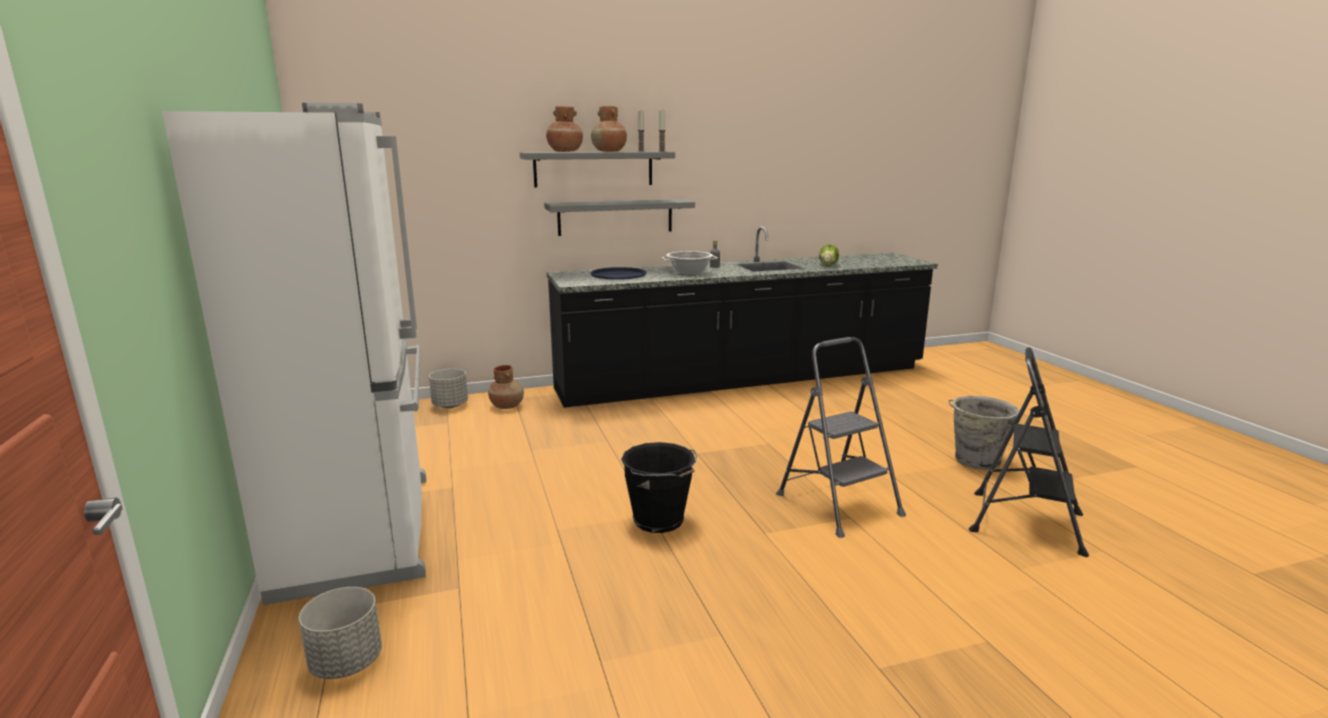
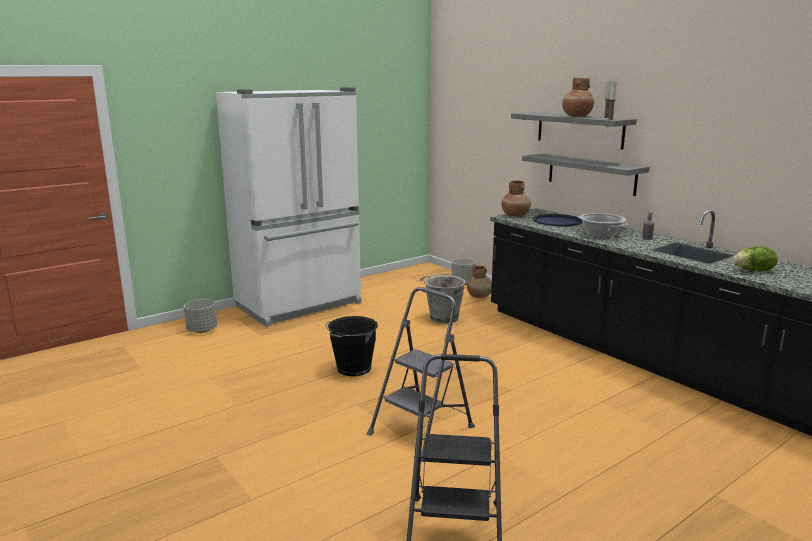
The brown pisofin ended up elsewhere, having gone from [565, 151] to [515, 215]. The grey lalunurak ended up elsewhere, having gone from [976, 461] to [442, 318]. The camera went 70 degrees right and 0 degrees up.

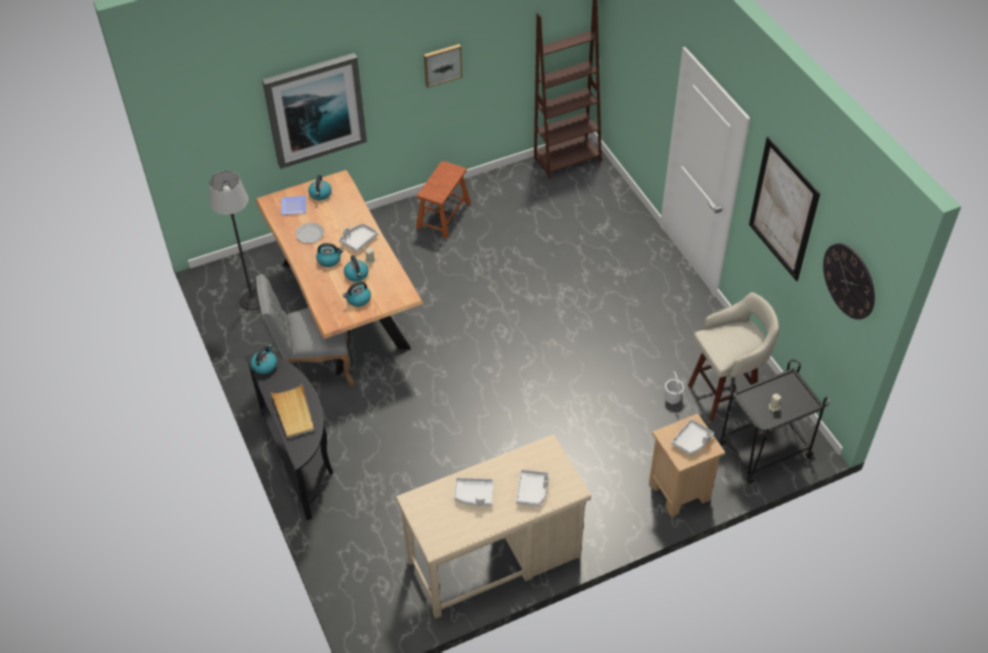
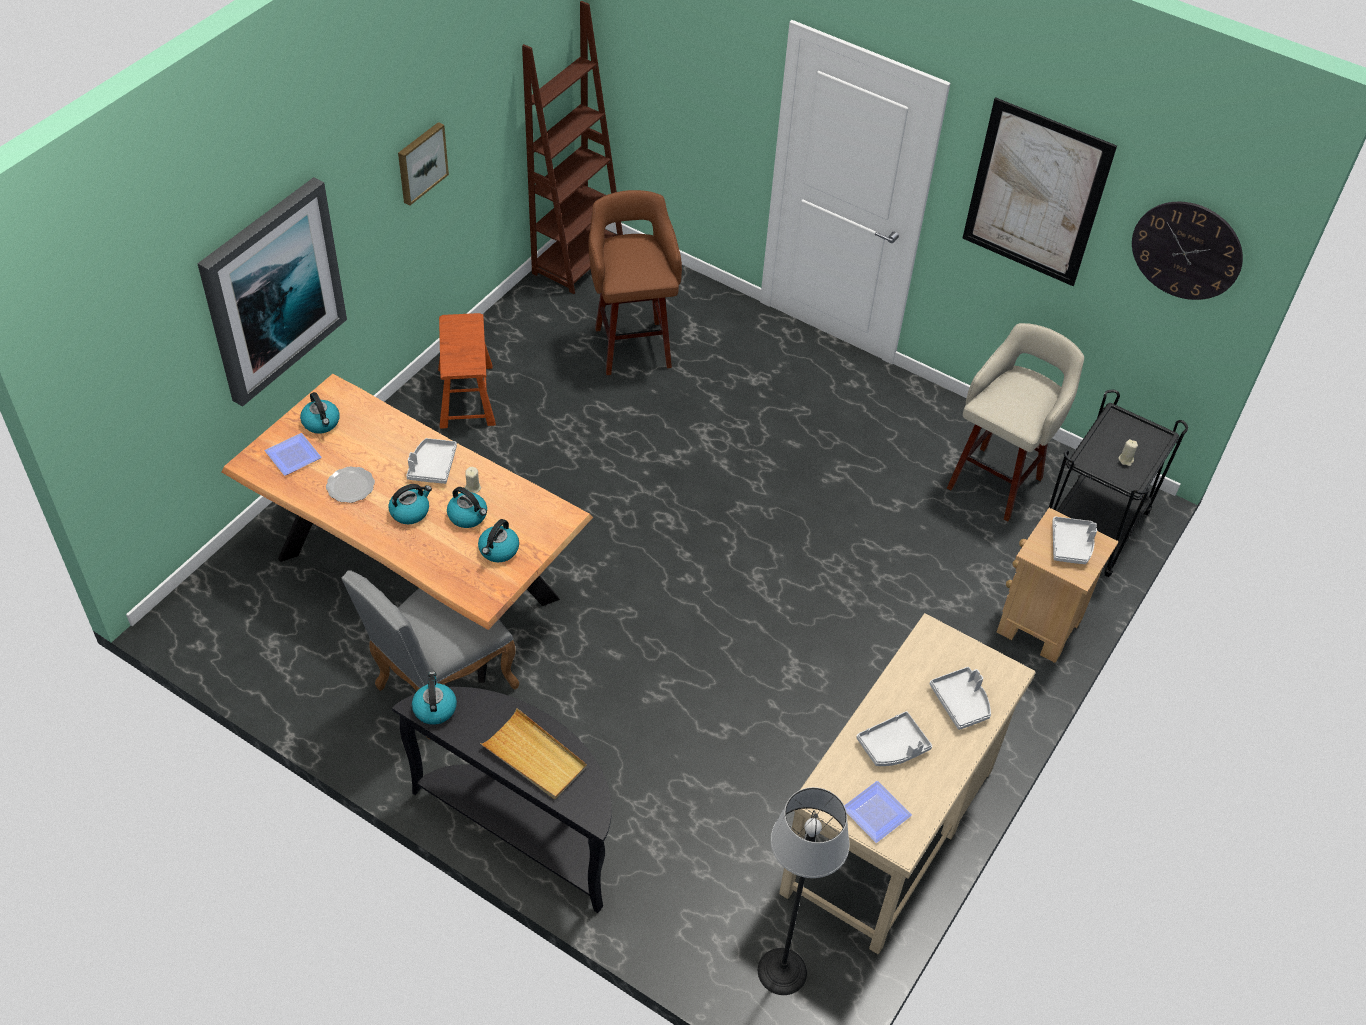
The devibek ended up elsewhere, having gone from [252, 300] to [782, 970]. The second view lost the white lalunurak at [673, 397]. The second view gained the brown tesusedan at [632, 345]. The second view gained the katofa at [873, 813]. The camera went 35 degrees left and 0 degrees up.

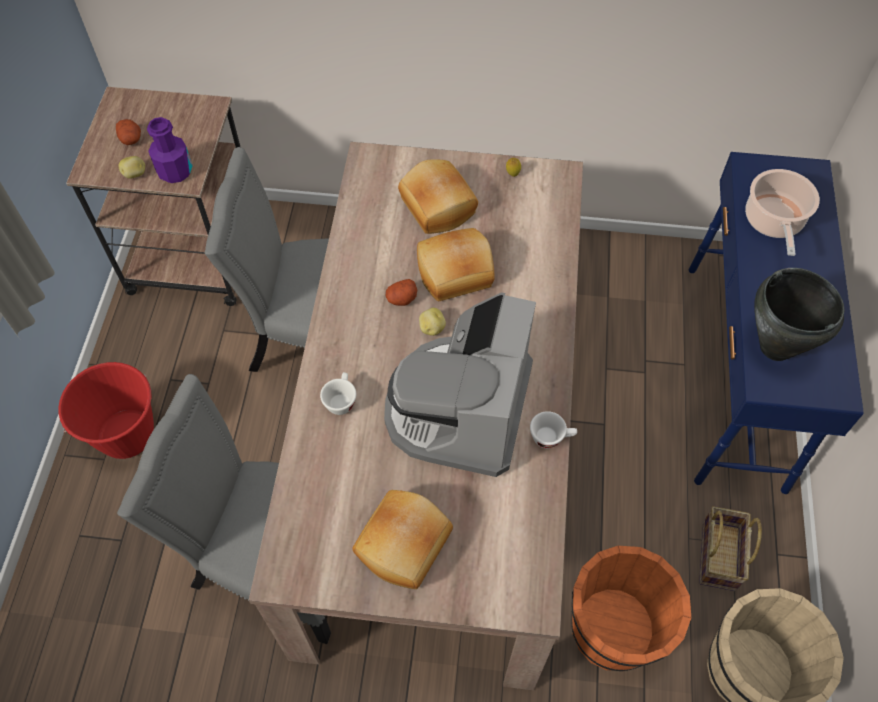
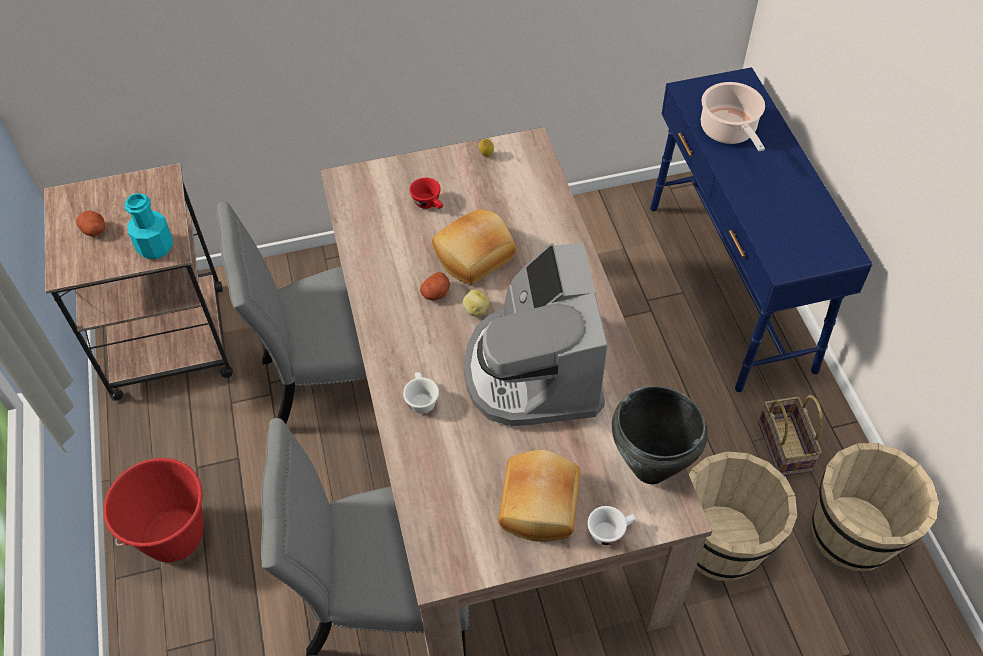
What was the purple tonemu at [175, 171] turned into the turquoise tonemu at [155, 247]. The second view lost the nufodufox at [135, 174]. Where the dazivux stood at [436, 207], the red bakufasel came to stand at [429, 204]. The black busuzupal ended up elsewhere, having gone from [775, 348] to [650, 469]. The white bakufasel ended up elsewhere, having gone from [551, 437] to [610, 531]. What was the orange lalunurak at [615, 629] turned into the beige lalunurak at [723, 542]. The camera went 20 degrees left and 5 degrees down.

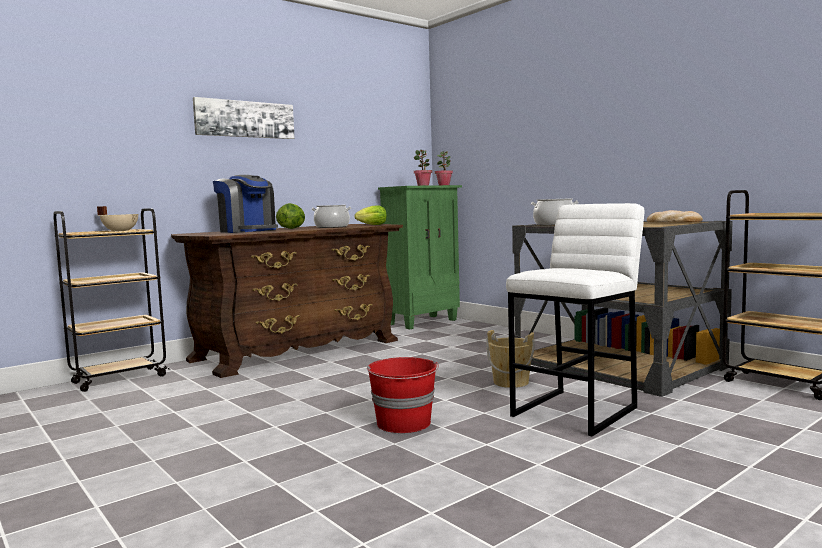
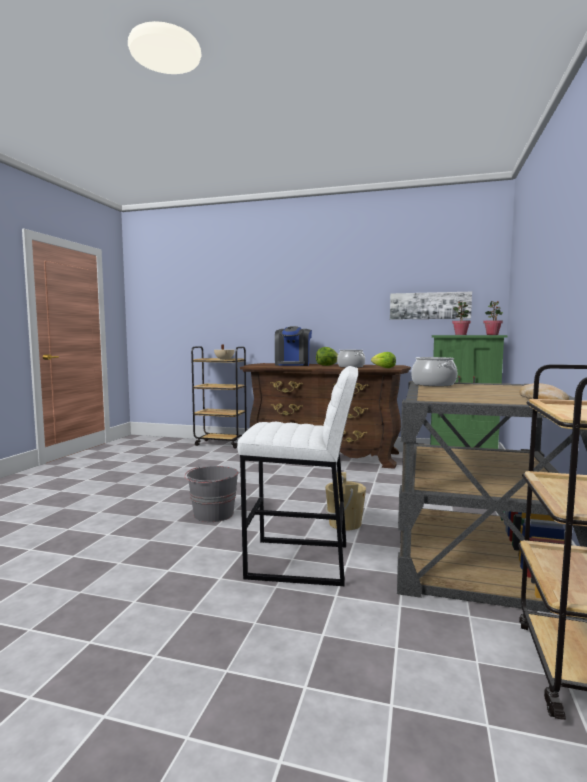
The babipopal ended up elsewhere, having gone from [245, 119] to [429, 306]. What was the red lalunurak at [404, 423] turned into the grey lalunurak at [213, 514]. The camera went 55 degrees right and 0 degrees up.

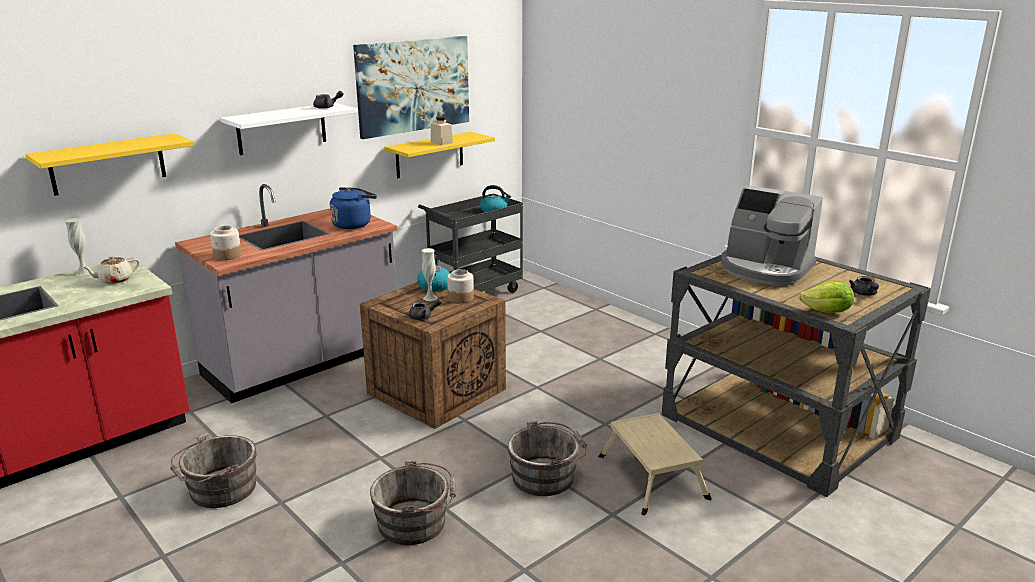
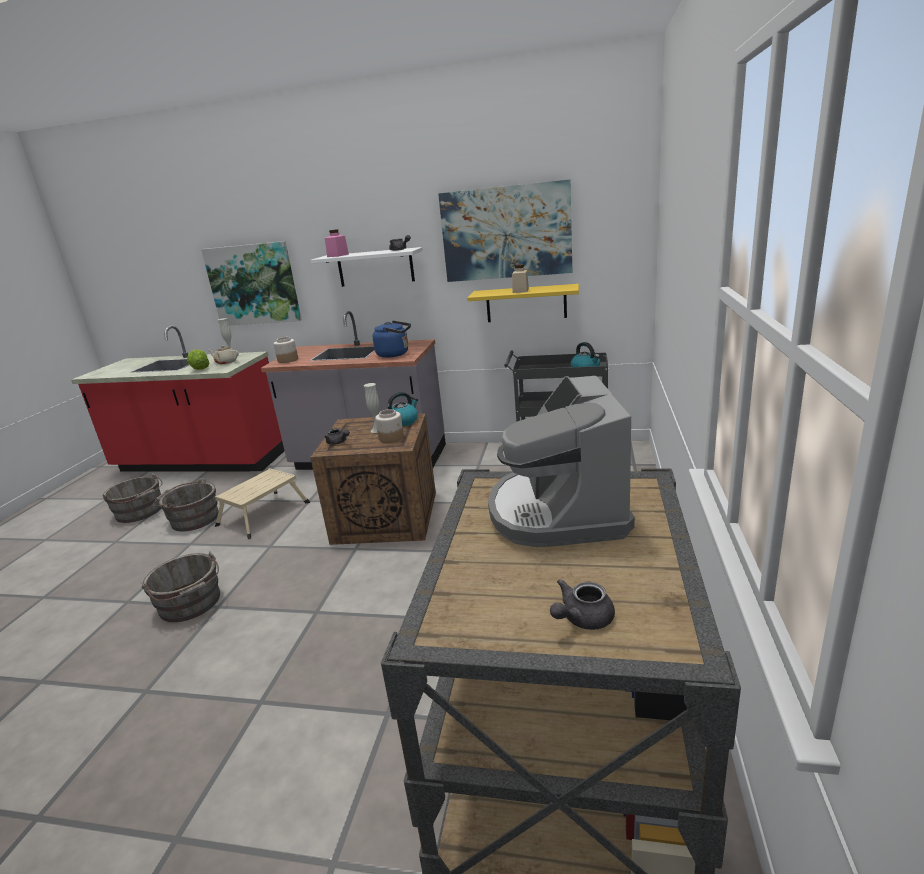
Where the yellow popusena hung at [108, 164], the babipopal came to hang at [253, 284]. The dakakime ended up elsewhere, having gone from [827, 312] to [200, 369]. The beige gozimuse ended up elsewhere, having gone from [652, 477] to [263, 514]. The grey lalunurak ended up elsewhere, having gone from [546, 477] to [141, 512]. The second view gained the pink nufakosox at [338, 255]. The camera went 55 degrees right and 0 degrees up.

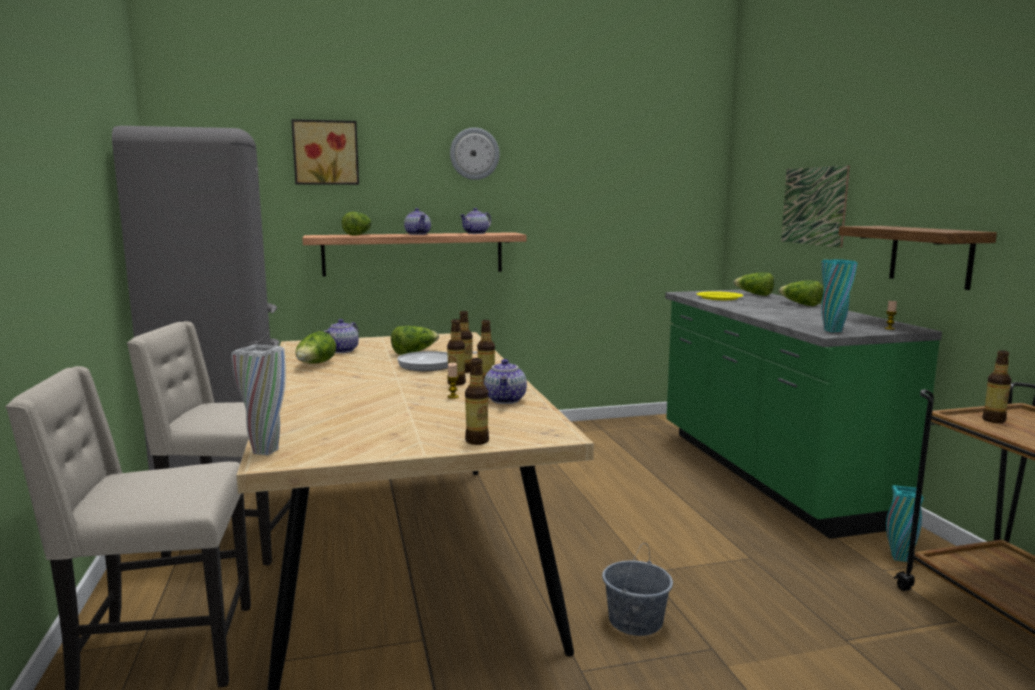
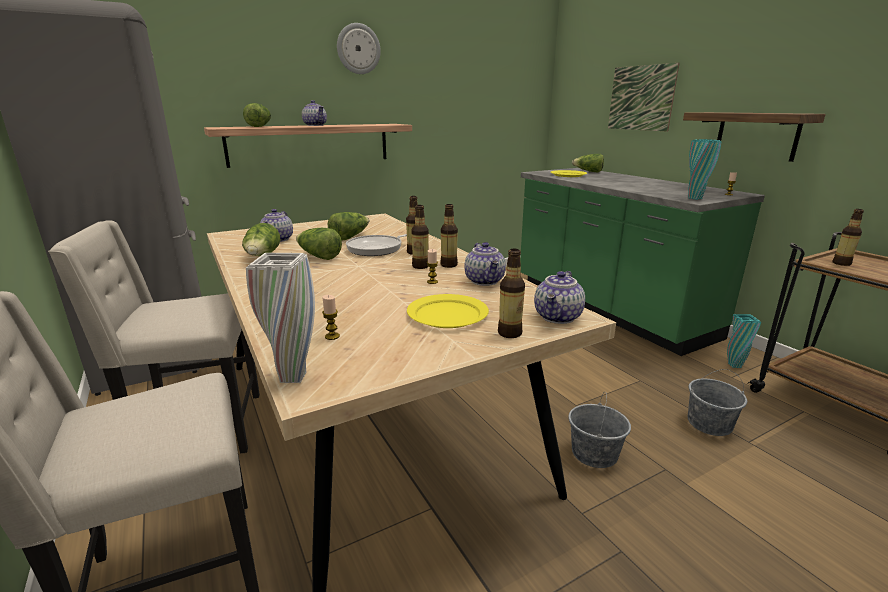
The second view lost the babipopal at [325, 152]. The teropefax ended up elsewhere, having gone from [476, 233] to [558, 317]. The dakakime ended up elsewhere, having gone from [800, 304] to [319, 256]. The second view gained the yellow katofa at [447, 315]. The second view gained the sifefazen at [332, 336]. The second view gained the grey lalunurak at [710, 423]. The camera went 15 degrees left and 10 degrees up.

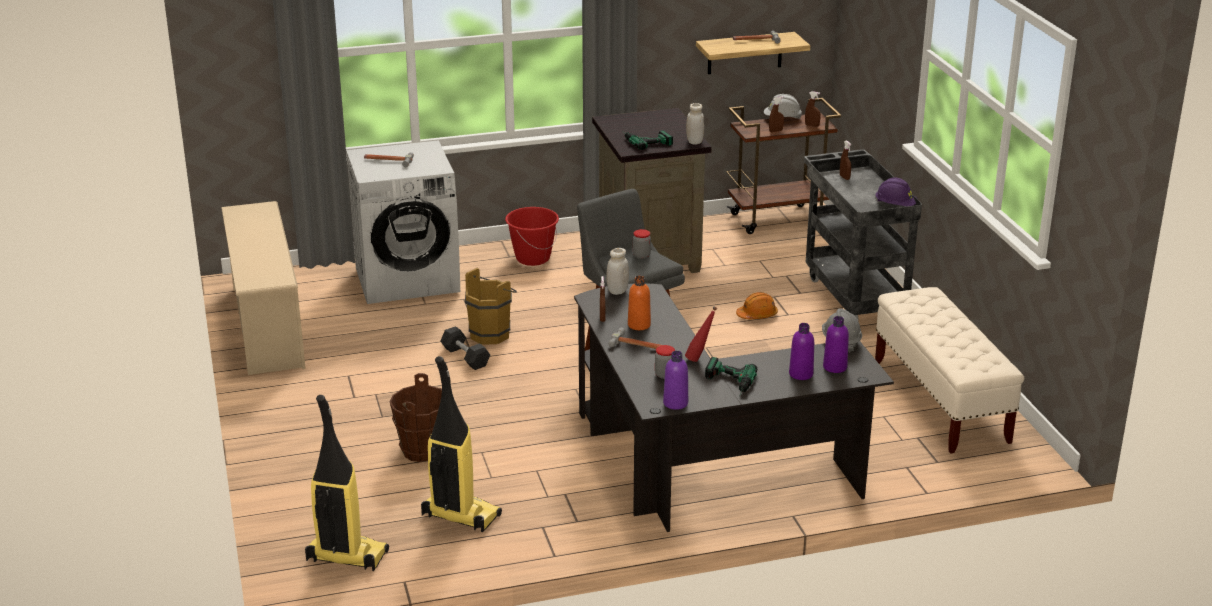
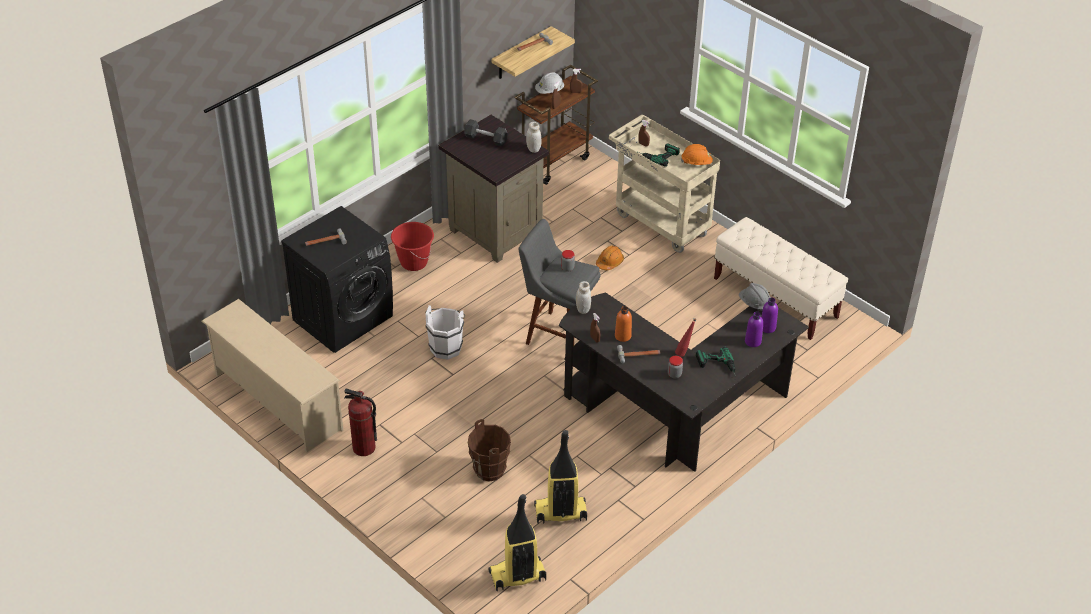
The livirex ended up elsewhere, having gone from [645, 140] to [657, 155]. What was the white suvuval at [408, 282] turned into the black suvuval at [343, 319]. What was the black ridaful at [851, 298] turned into the beige ridaful at [658, 224]. What was the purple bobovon at [895, 206] turned into the orange bobovon at [696, 162]. What was the brown lalunurak at [492, 333] turned into the white lalunurak at [446, 346]. The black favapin ended up elsewhere, having gone from [465, 357] to [486, 139]. The second view lost the purple tonemu at [675, 403]. The second view gained the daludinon at [364, 448]. The camera went 30 degrees left and 15 degrees up.

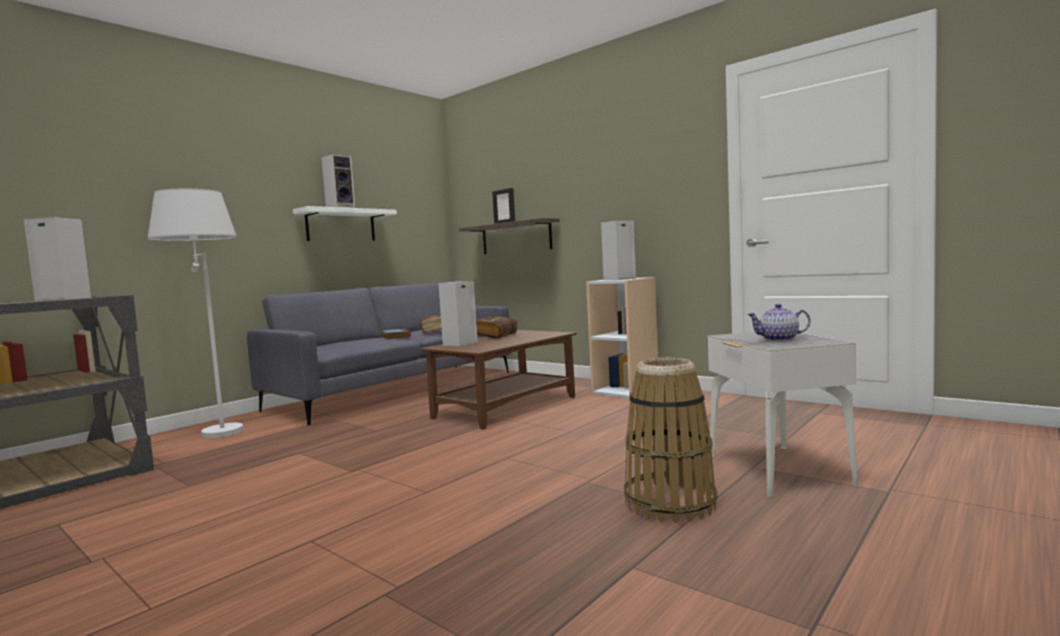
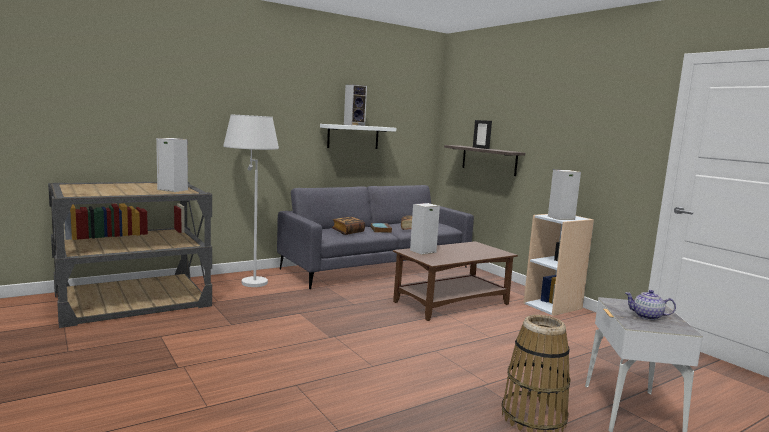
The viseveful ended up elsewhere, having gone from [496, 336] to [348, 232]. The camera went 15 degrees right and 5 degrees up.

